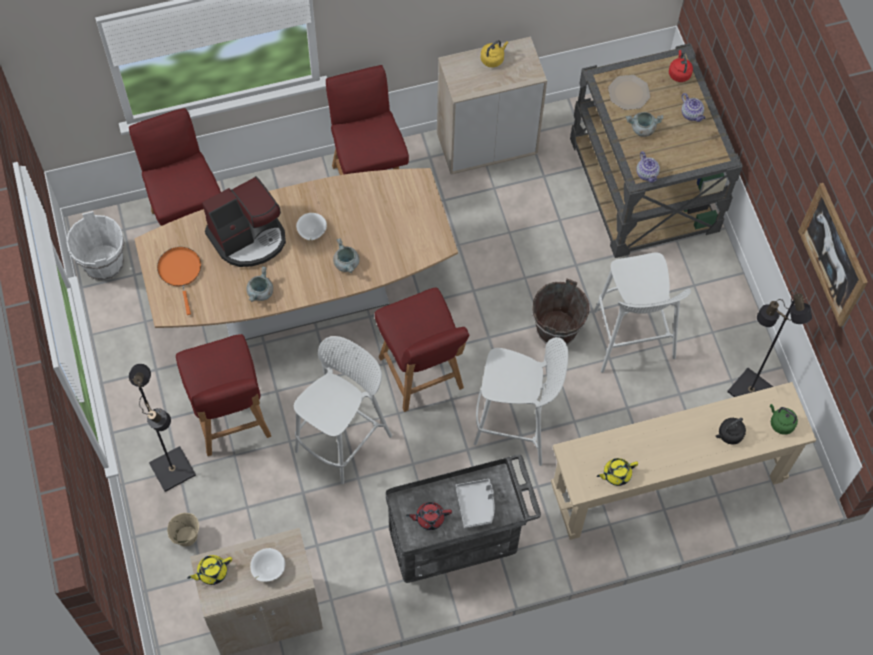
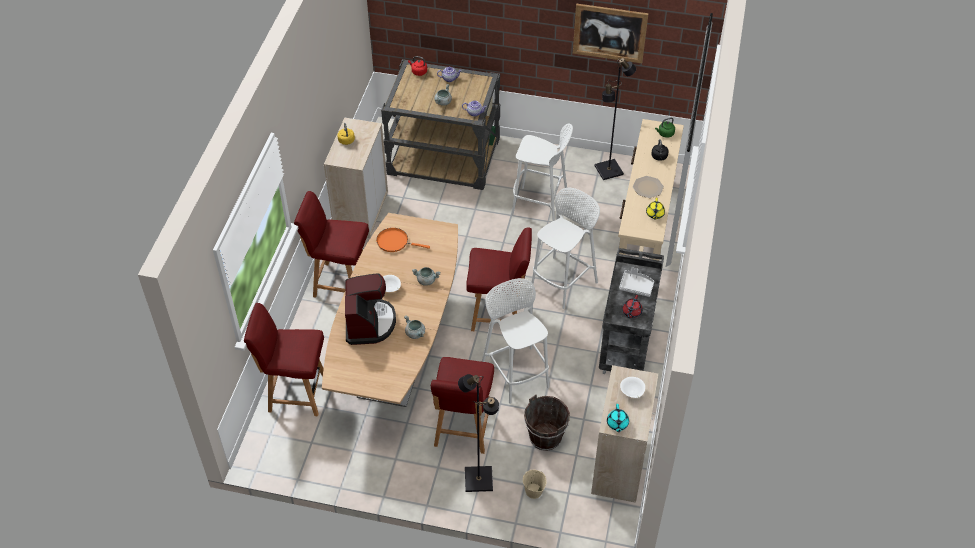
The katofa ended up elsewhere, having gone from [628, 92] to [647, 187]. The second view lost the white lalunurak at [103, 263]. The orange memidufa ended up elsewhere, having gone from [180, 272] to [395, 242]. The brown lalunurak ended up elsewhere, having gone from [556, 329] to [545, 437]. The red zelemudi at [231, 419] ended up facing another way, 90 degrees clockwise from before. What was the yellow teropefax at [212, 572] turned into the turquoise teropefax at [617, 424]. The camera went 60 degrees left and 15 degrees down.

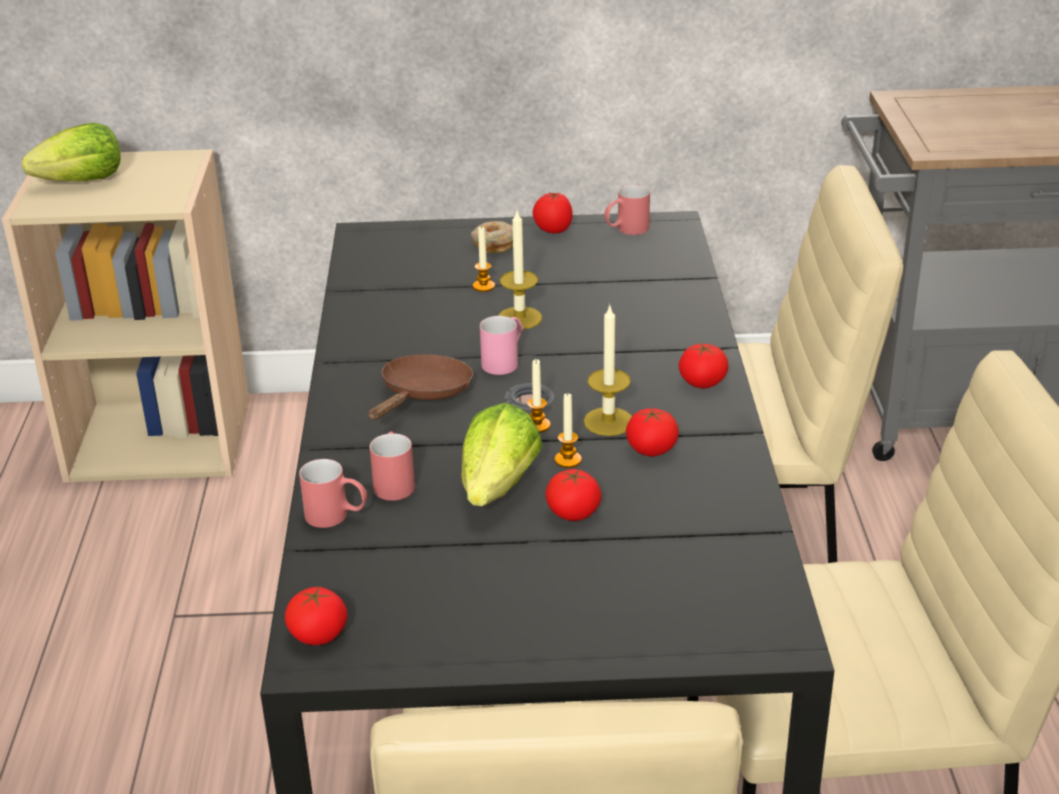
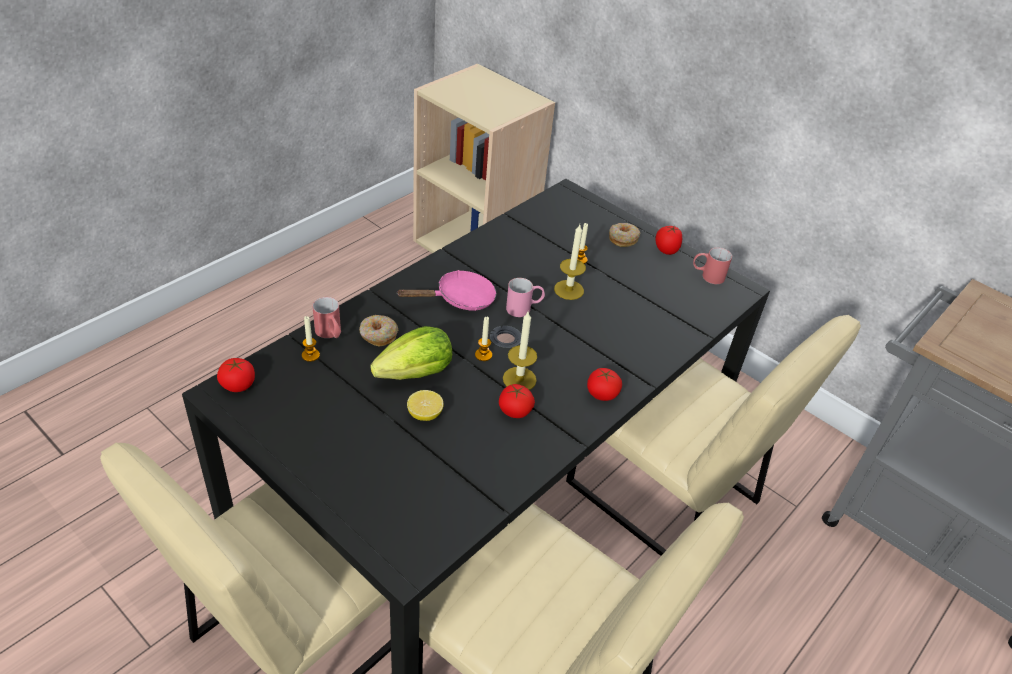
The second view lost the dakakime at [82, 181]. What was the brown memidufa at [423, 394] turned into the pink memidufa at [459, 299]. The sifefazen ended up elsewhere, having gone from [568, 460] to [310, 355]. Where the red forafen stood at [394, 482], the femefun came to stand at [378, 335]. Where the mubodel stood at [573, 513], the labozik came to stand at [425, 414]. The camera went 40 degrees right and 10 degrees up.

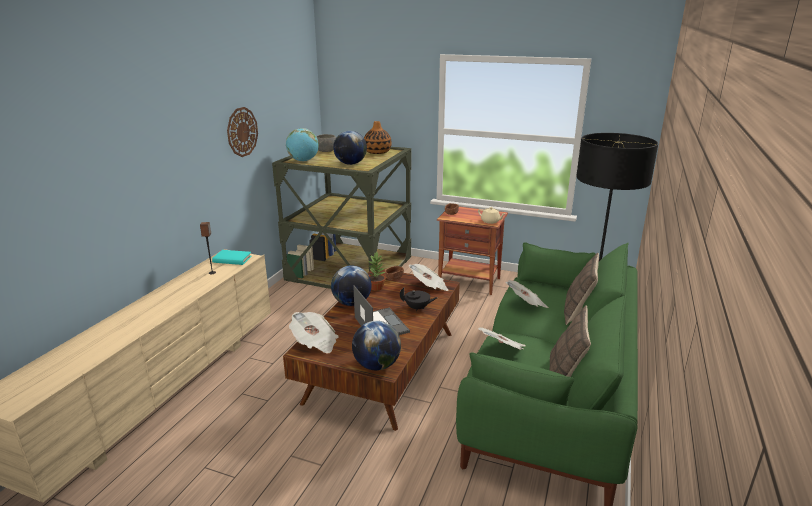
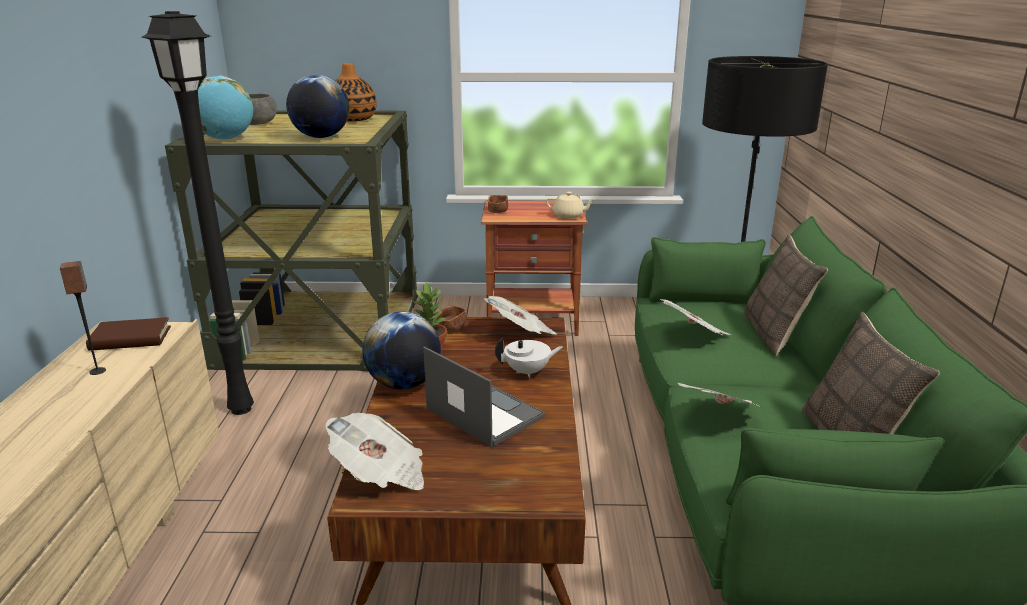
The second view lost the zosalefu at [242, 132]. What was the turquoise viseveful at [232, 259] turned into the brown viseveful at [130, 338]. What was the black teropefax at [417, 308] turned into the white teropefax at [528, 372]. The second view lost the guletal at [376, 365]. The second view gained the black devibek at [239, 409]. The camera went 20 degrees left and 0 degrees up.

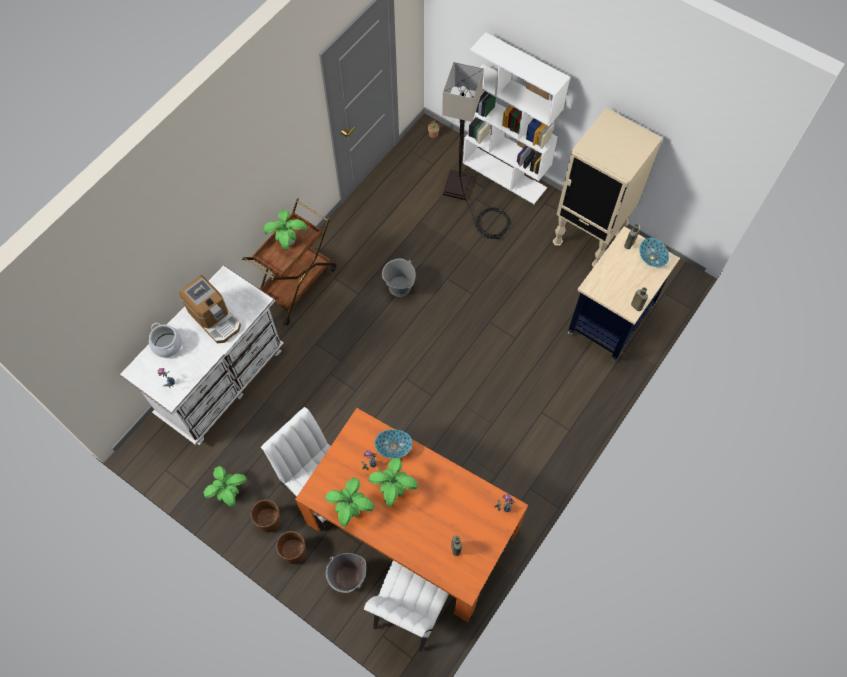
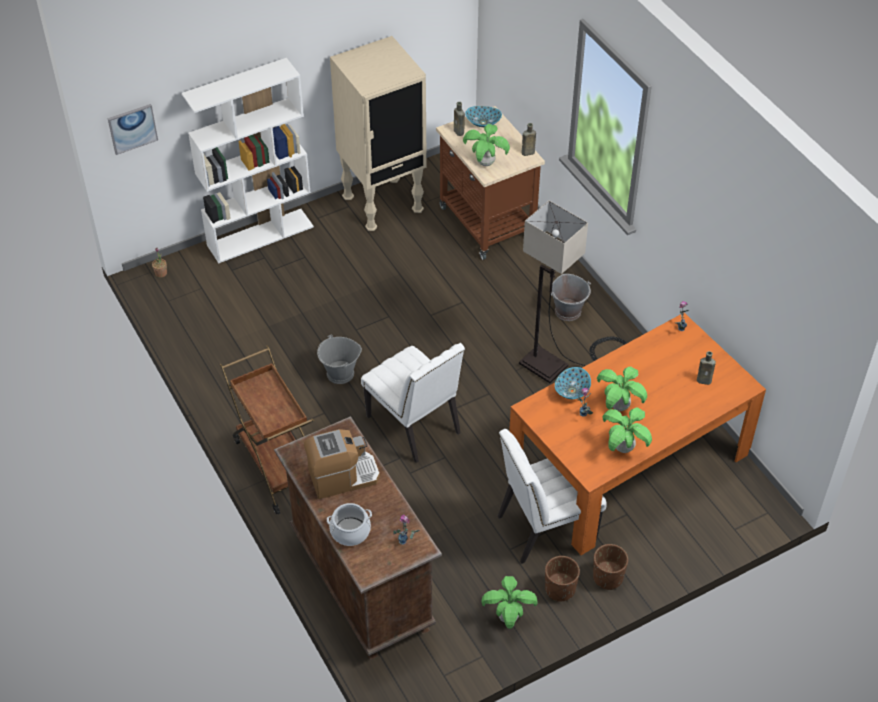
The devibek ended up elsewhere, having gone from [476, 206] to [581, 360]. The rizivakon ended up elsewhere, having gone from [288, 242] to [486, 163]. What was the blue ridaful at [610, 321] turned into the brown ridaful at [487, 224]. What was the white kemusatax at [222, 383] turned into the brown kemusatax at [361, 581]. The grey lalunurak ended up elsewhere, having gone from [348, 578] to [568, 311]. The white zelemudi ended up elsewhere, having gone from [412, 605] to [413, 424]. The second view gained the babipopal at [132, 128]. The camera went 65 degrees left and 15 degrees down.

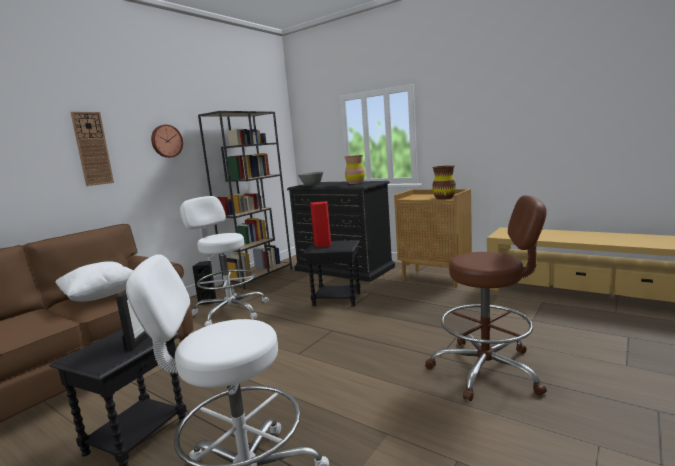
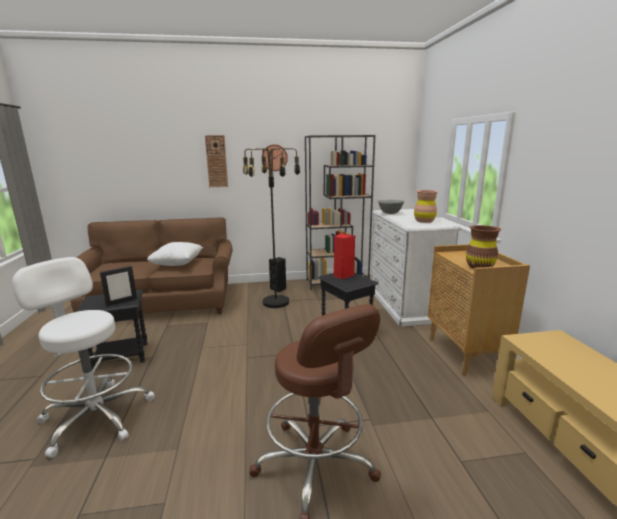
What was the black kemusatax at [344, 269] turned into the white kemusatax at [405, 304]. Where the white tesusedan stood at [230, 311], the devibek came to stand at [275, 302]. The camera went 45 degrees right and 5 degrees up.

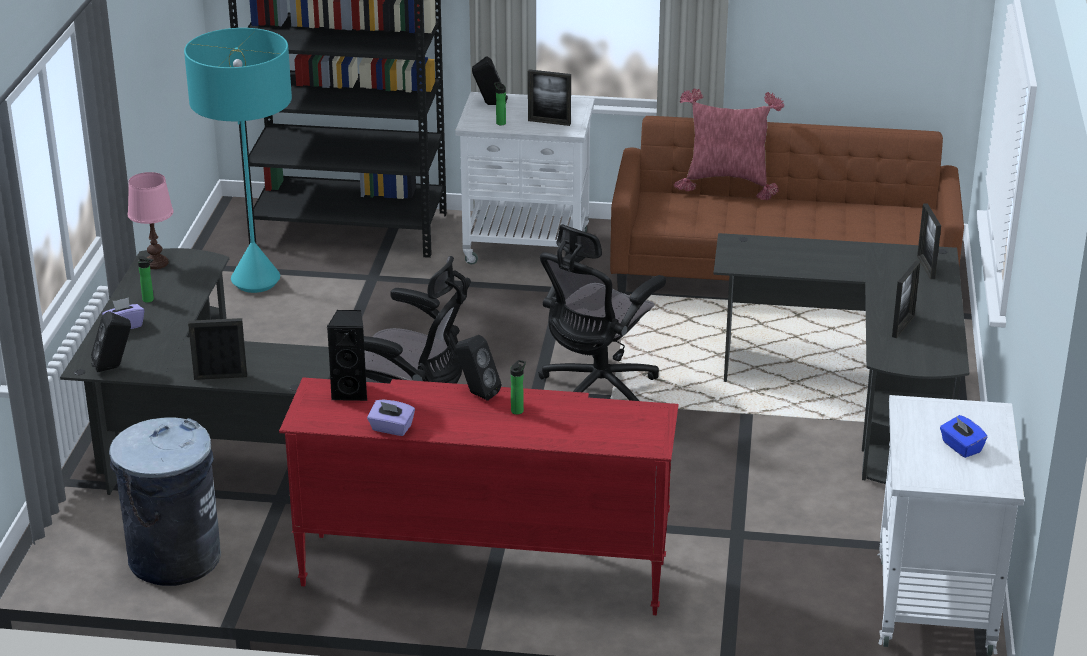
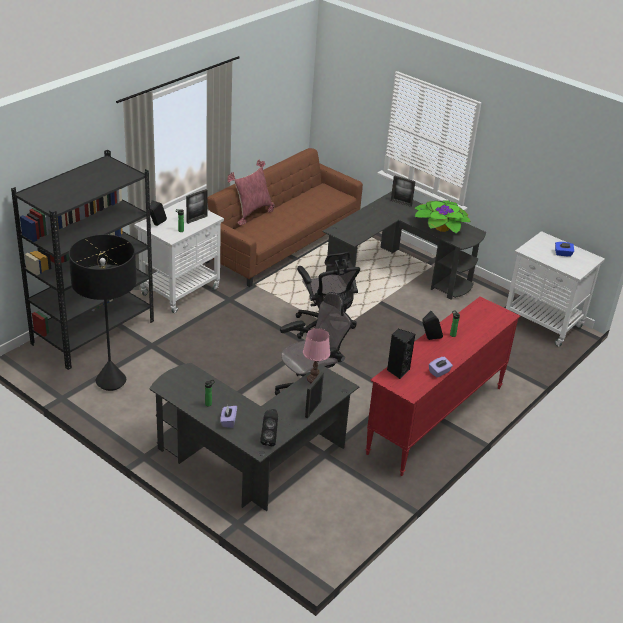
What was the turquoise devibek at [256, 283] turned into the black devibek at [111, 383]. The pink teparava ended up elsewhere, having gone from [155, 263] to [314, 379]. Where the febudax stood at [903, 326], the rizivakon came to stand at [440, 228]. The second view lost the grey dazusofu at [173, 558]. The camera went 60 degrees left and 5 degrees up.

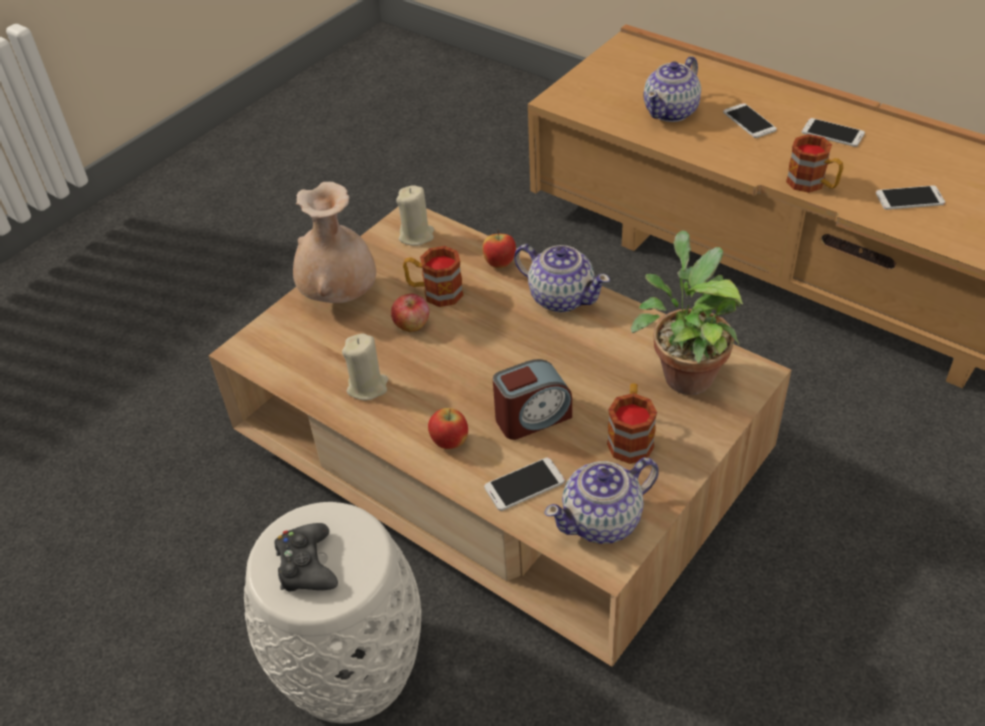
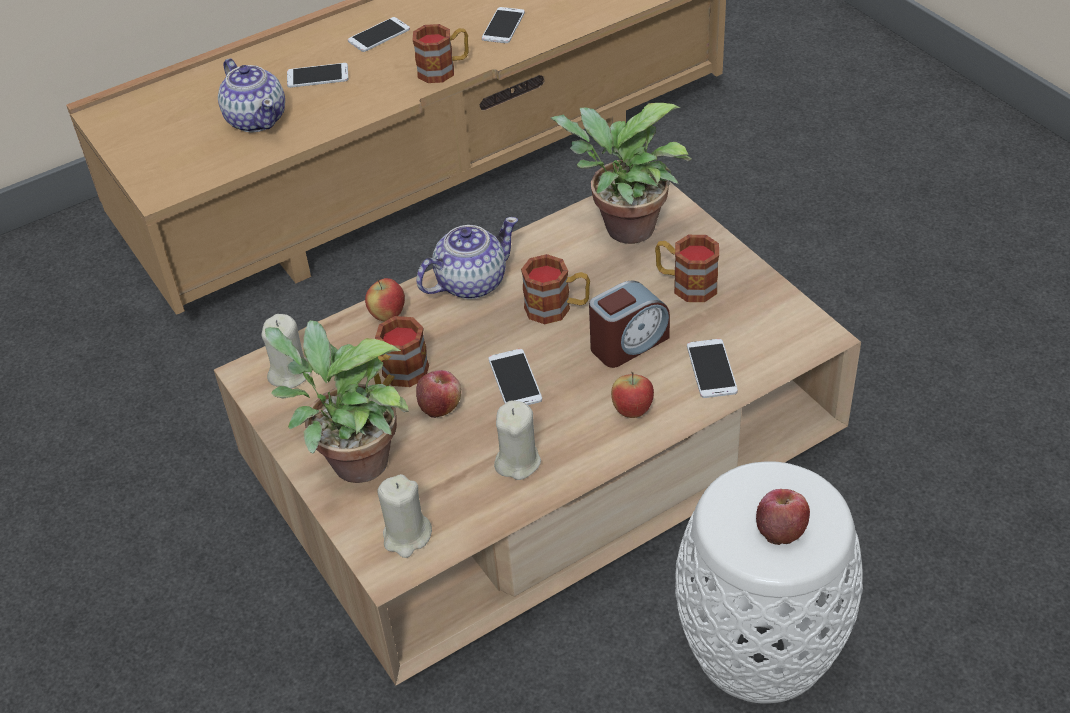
Where the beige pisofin stood at [339, 297], the rizivakon came to stand at [352, 461]. The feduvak at [532, 417] ended up facing another way, 60 degrees clockwise from before. The second view lost the teropefax at [603, 520]. Where the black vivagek stood at [306, 566], the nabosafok came to stand at [781, 529]. The second view gained the forafen at [557, 308]. The second view gained the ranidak at [515, 379]. The second view gained the beige sifefazen at [406, 536]. The camera went 70 degrees left and 0 degrees up.

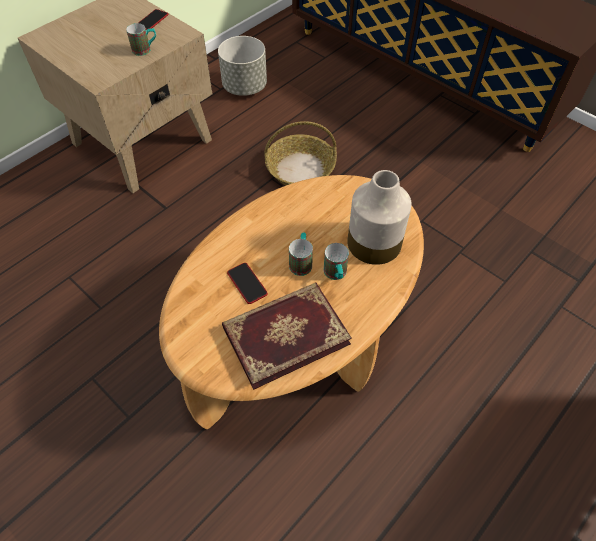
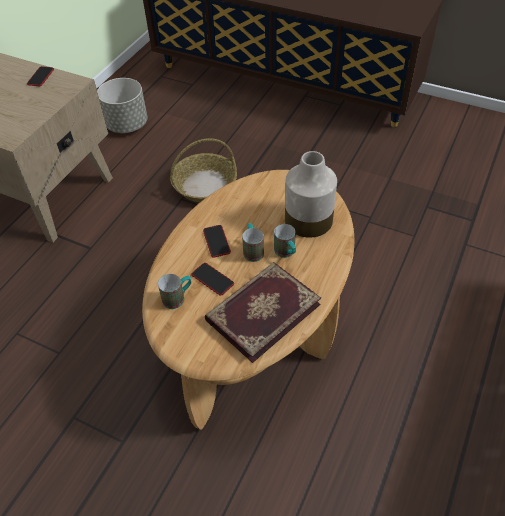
The forafen ended up elsewhere, having gone from [145, 50] to [178, 298]. The second view gained the ranidak at [216, 241]. The camera went 15 degrees left and 5 degrees down.

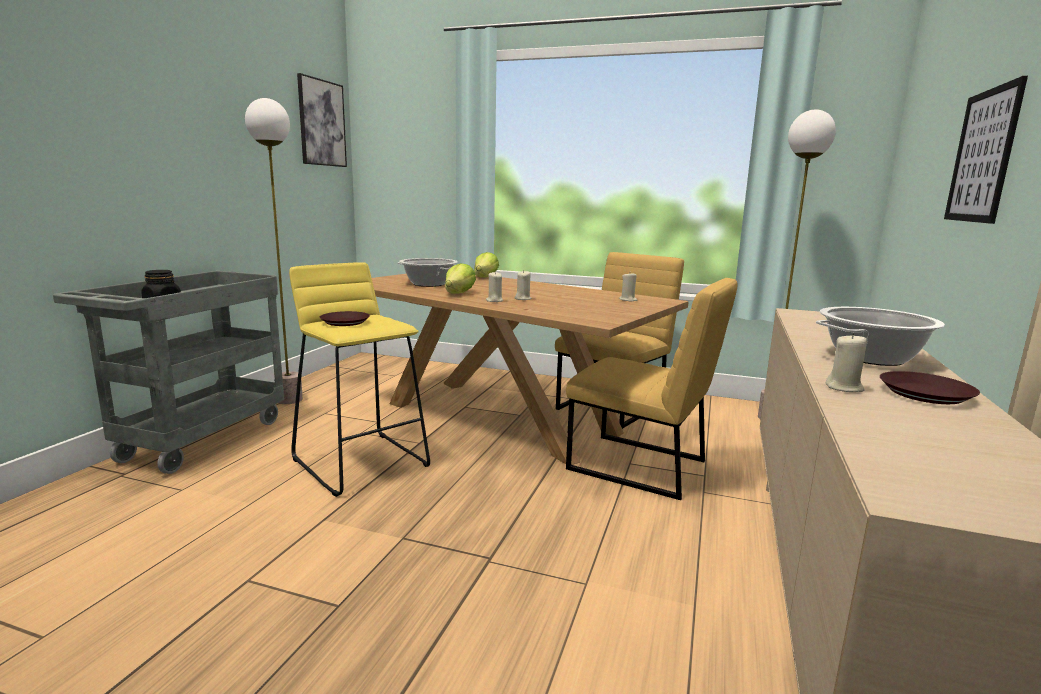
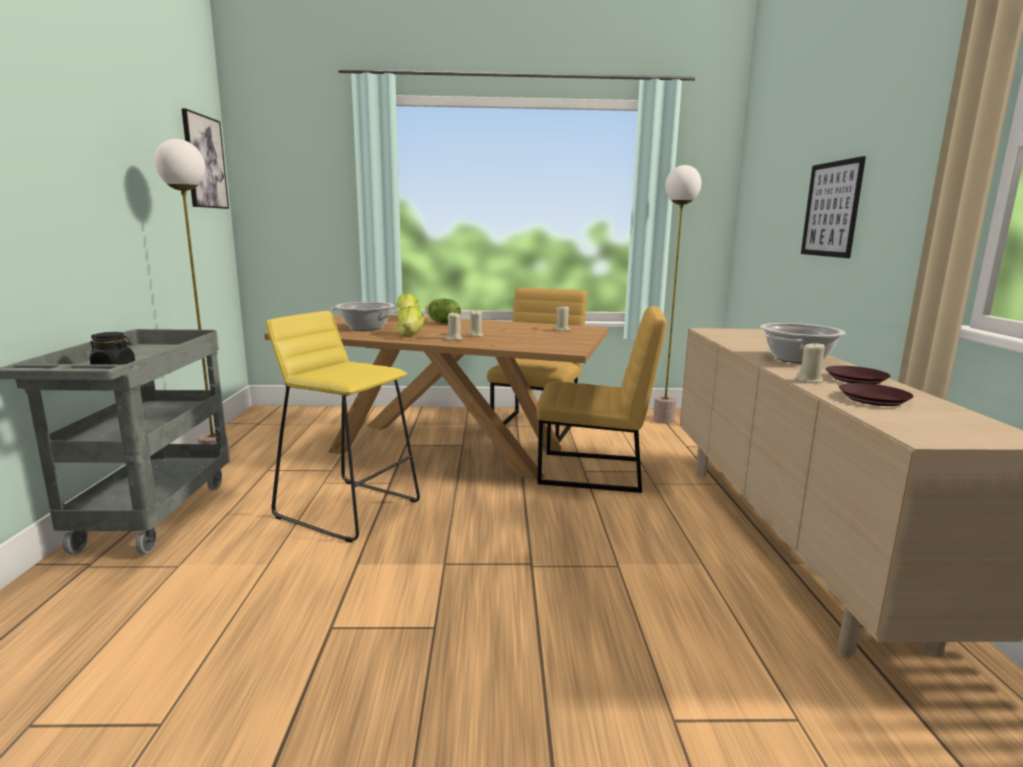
The brown katofa ended up elsewhere, having gone from [345, 322] to [874, 399]. The second view gained the dakakime at [442, 323]. The camera went 20 degrees left and 0 degrees up.

